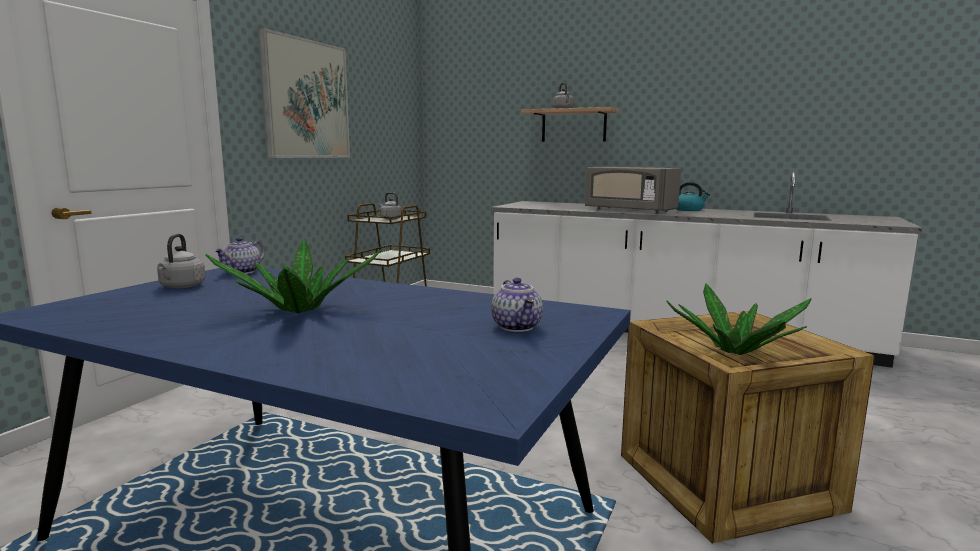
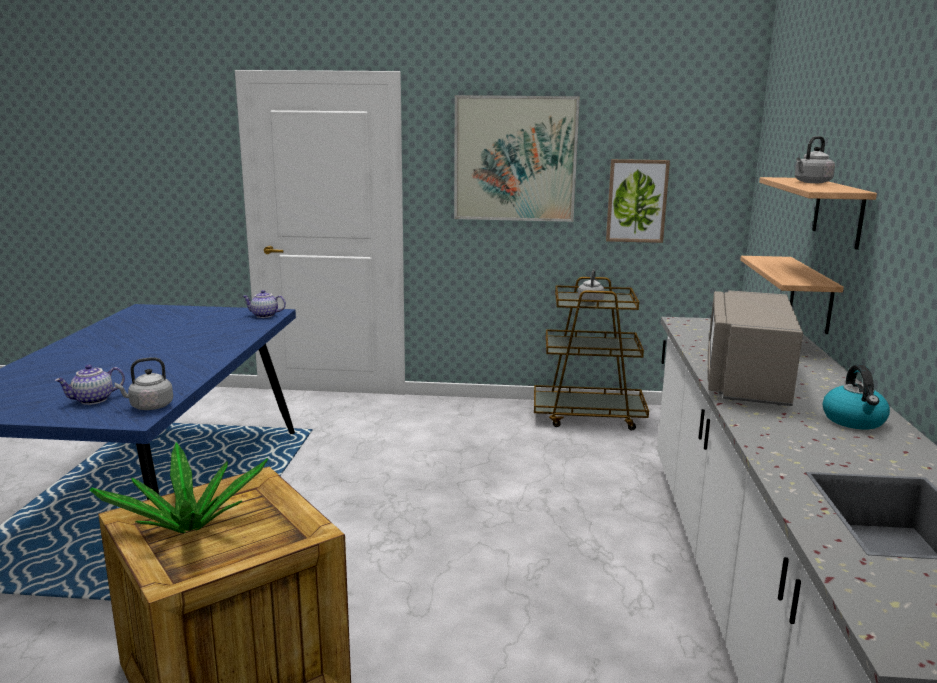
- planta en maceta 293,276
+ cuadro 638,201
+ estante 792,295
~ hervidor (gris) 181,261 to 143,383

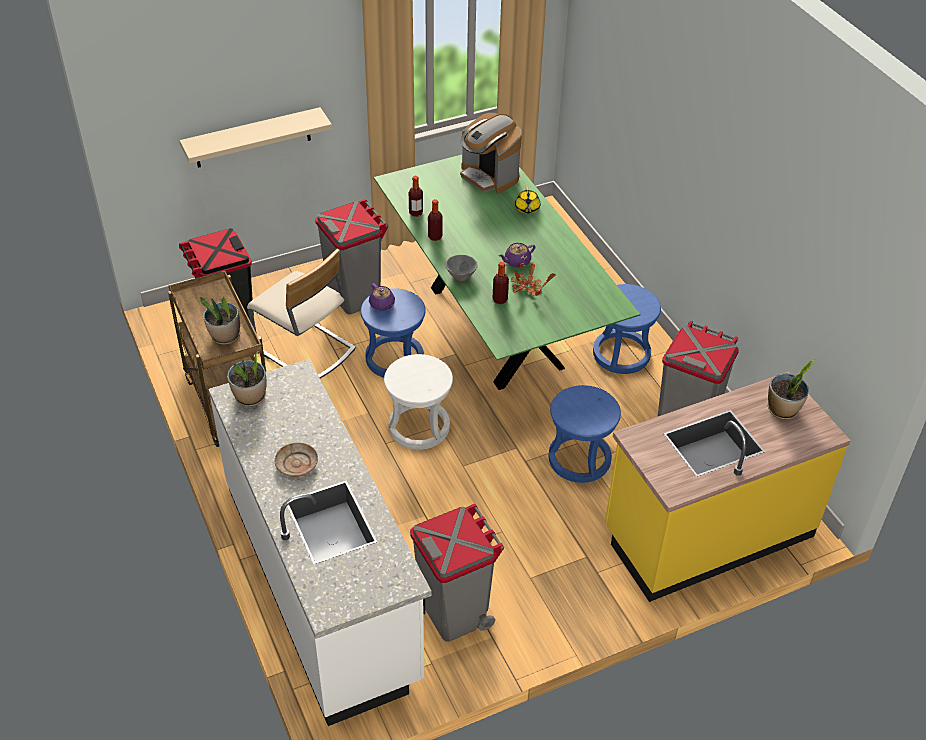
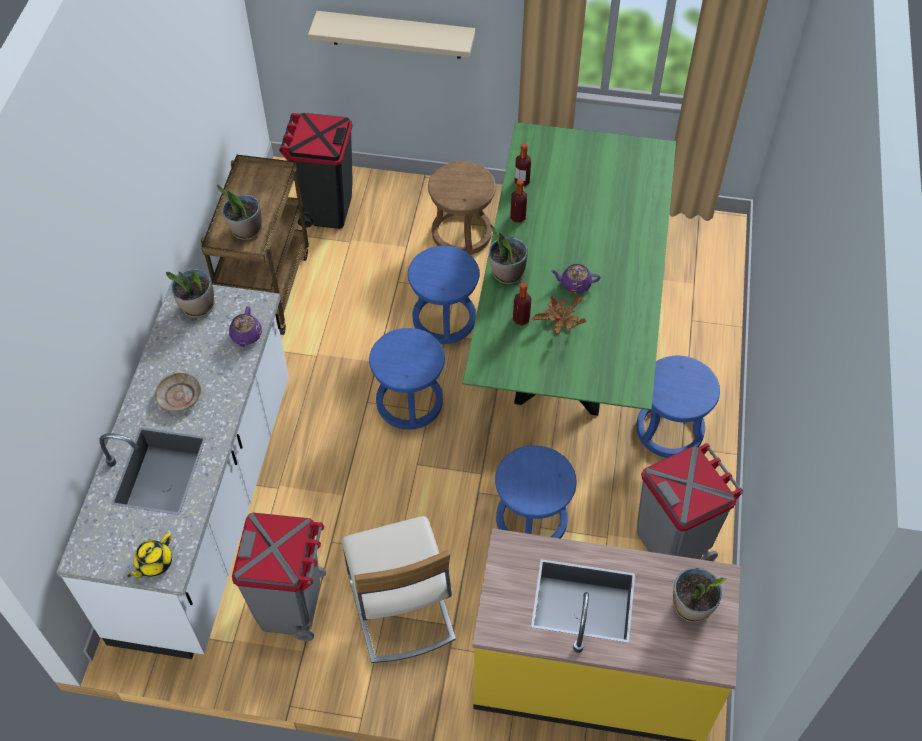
- cafetera 491,153
~ silla (beis) 301,313 to 398,589
~ tetera (morado) 382,296 to 245,326
~ tetera (amarillo) 527,200 to 149,555
~ papelera (gris) 351,256 to taburete (marrón) 462,208
~ cuenco (gris) 462,268 to planta en maceta 508,254
~ taburete (blanco) 418,402 to taburete (azul) 407,379

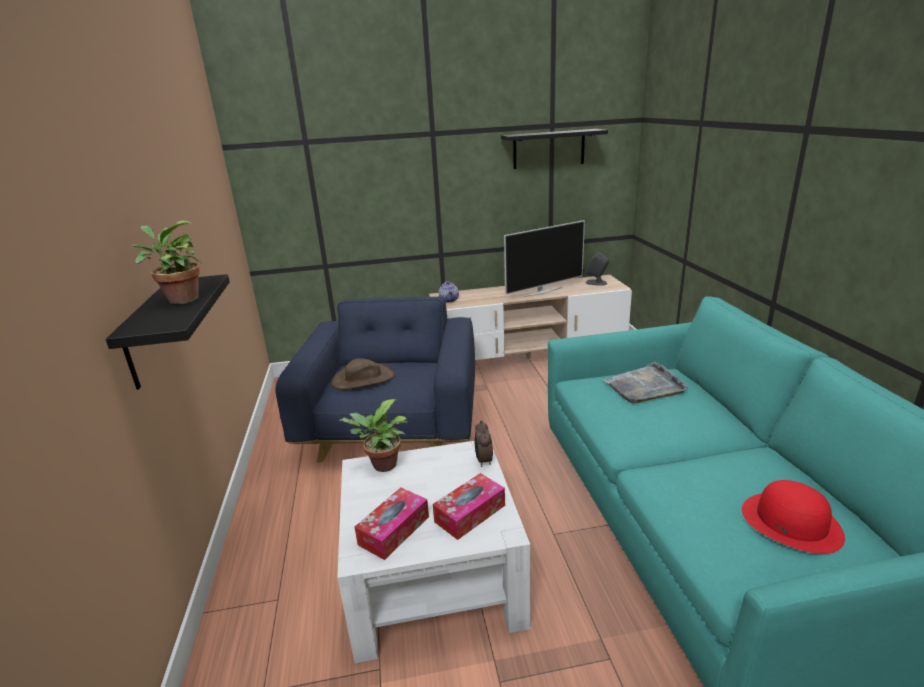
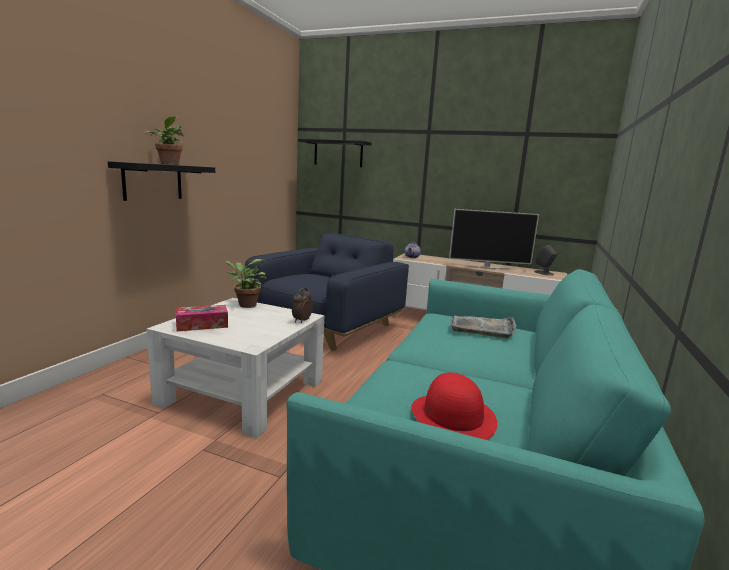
- sombrero (marrón) 363,373
- caja de pañuelos 469,506
~ estante (negro) 554,149 to 335,153

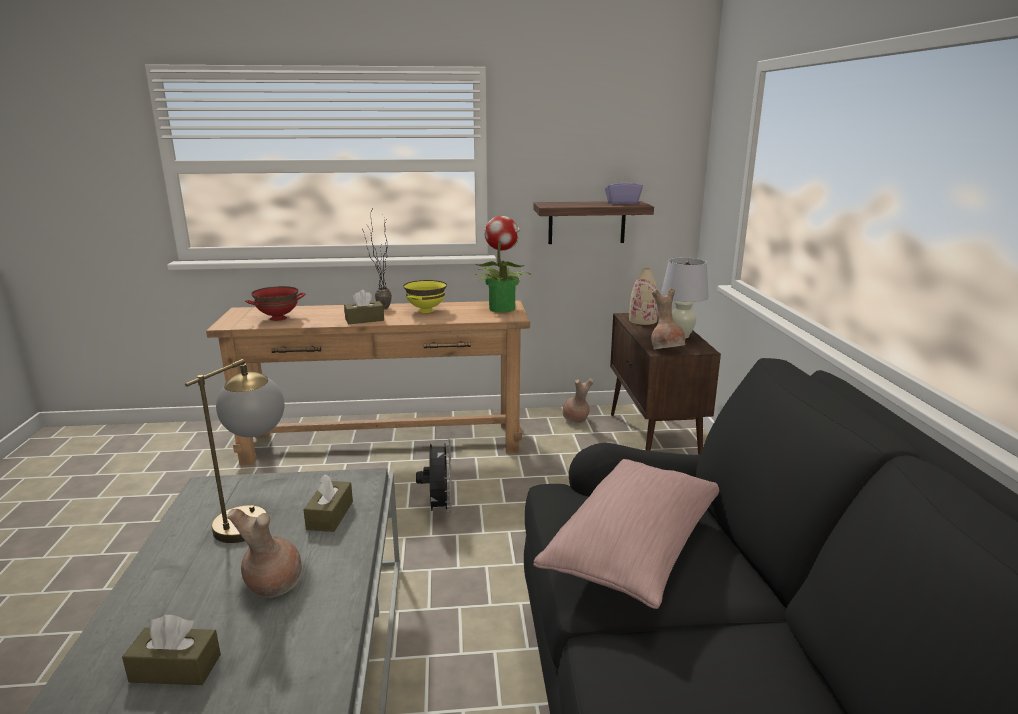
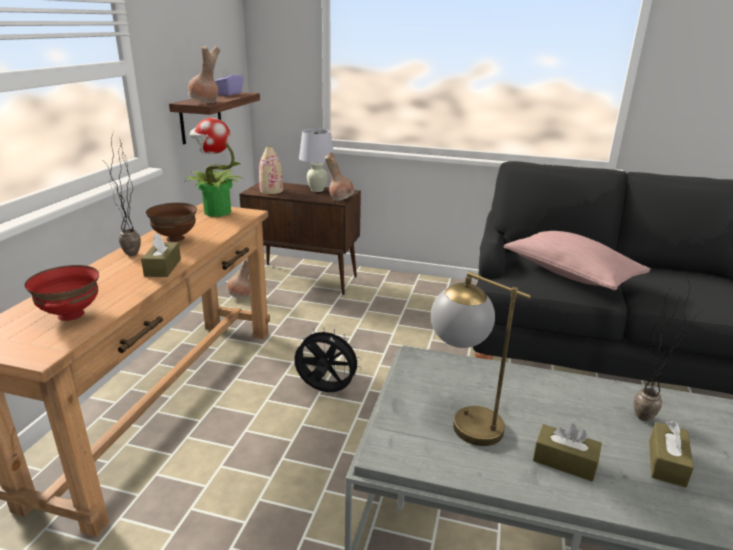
+ planta en maceta 668,348
~ florero (marrón) 264,553 to 204,74
~ caja de pañuelos (marrón) 328,503 to 567,453
~ cuenco (amarillo) 425,296 to cuenco (marrón) 171,222

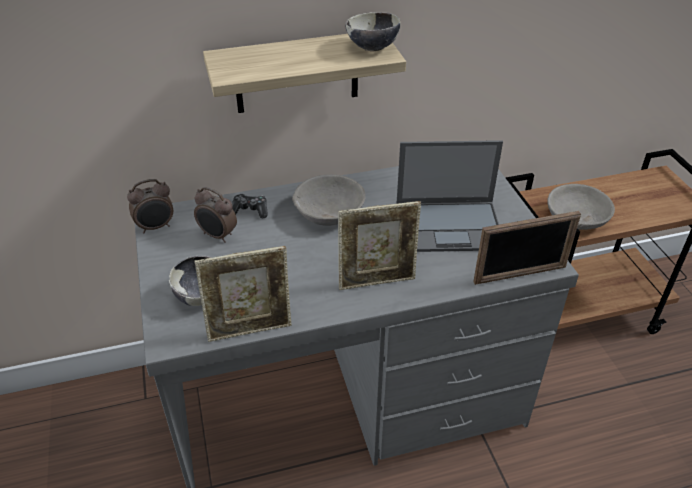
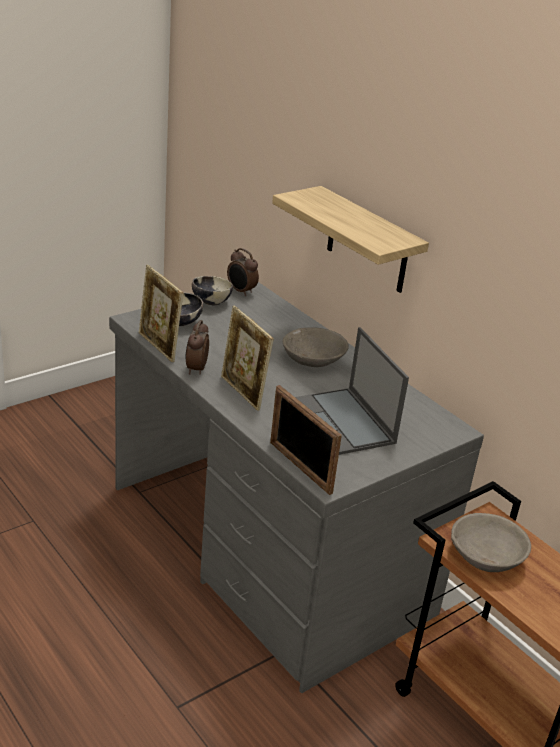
- mando de consola 250,206
~ despertador 215,215 to 197,347
~ cuenco 372,31 to 212,290

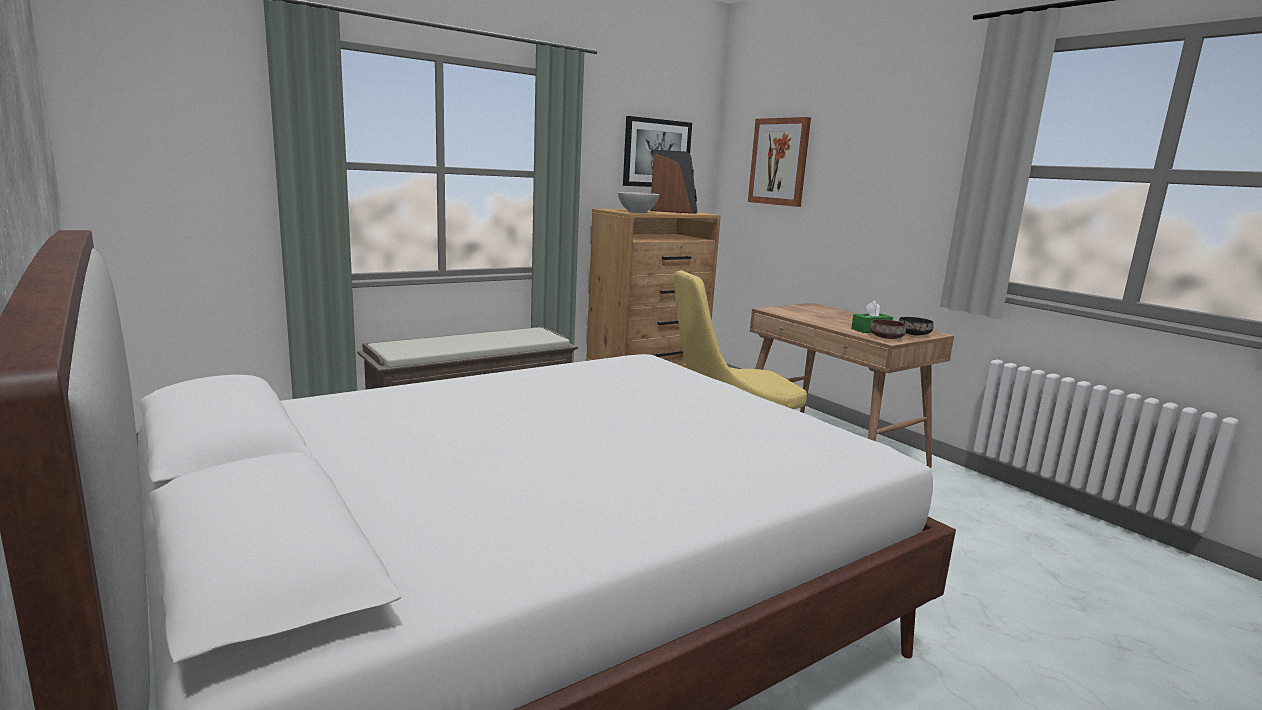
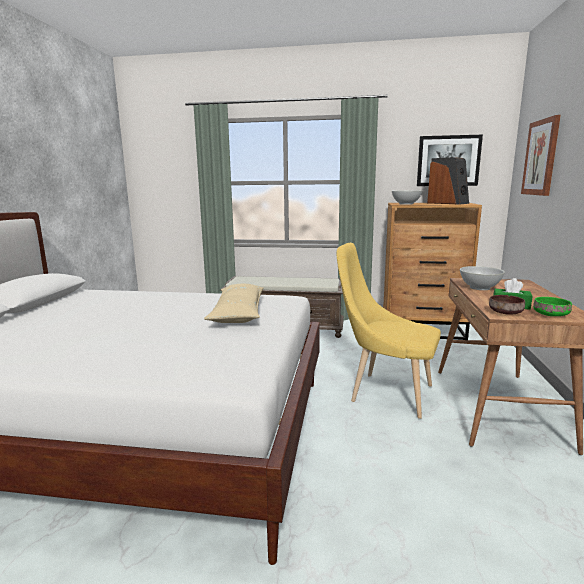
+ cojín (beis) 234,303
+ cuenco (blanco) 482,278
~ cuenco (negro) 916,326 to cuenco (verde) 552,306

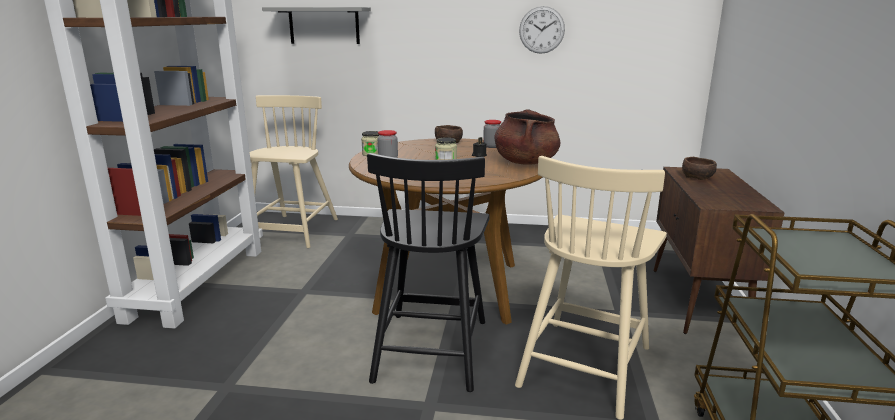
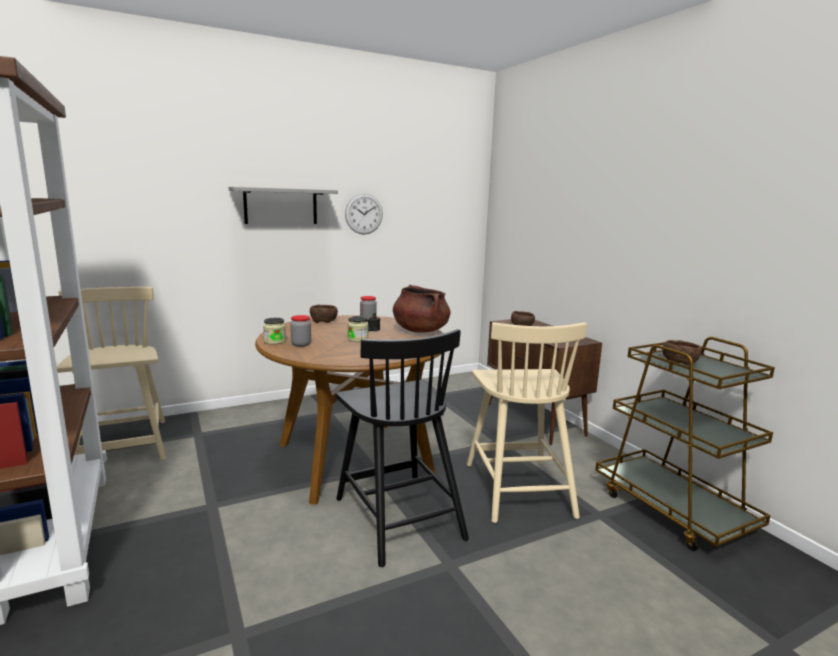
+ cuenco (marrón) 682,353
~ estante (gris) 316,25 to 283,205

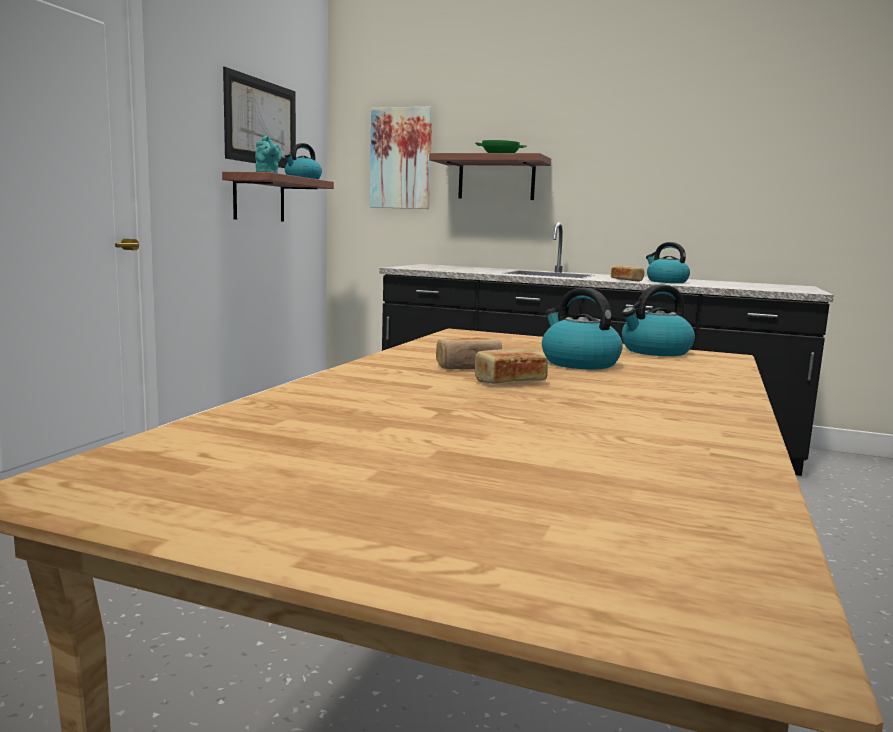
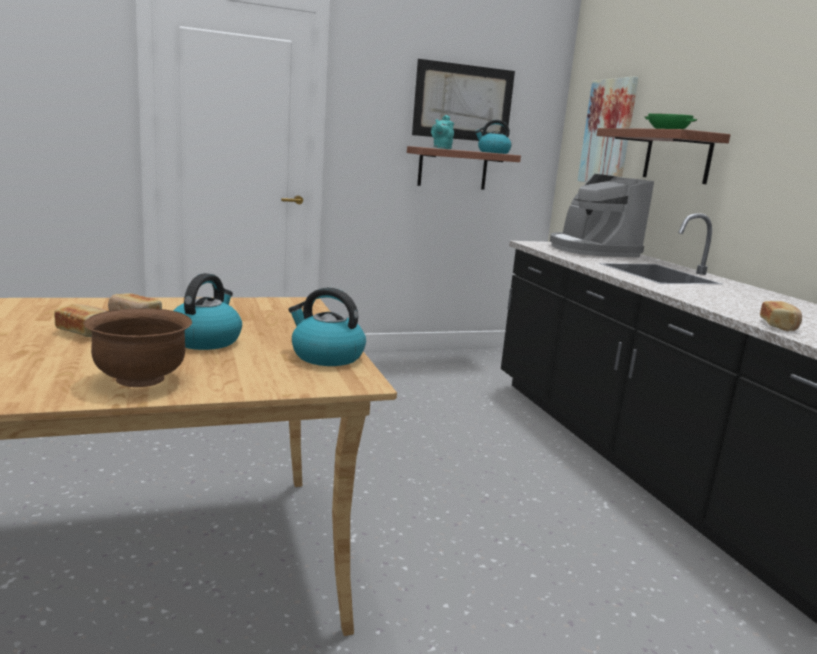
- hervidor 668,262
+ cuenco (marrón) 137,347
+ cafetera 602,215
~ pan 627,274 to 781,316

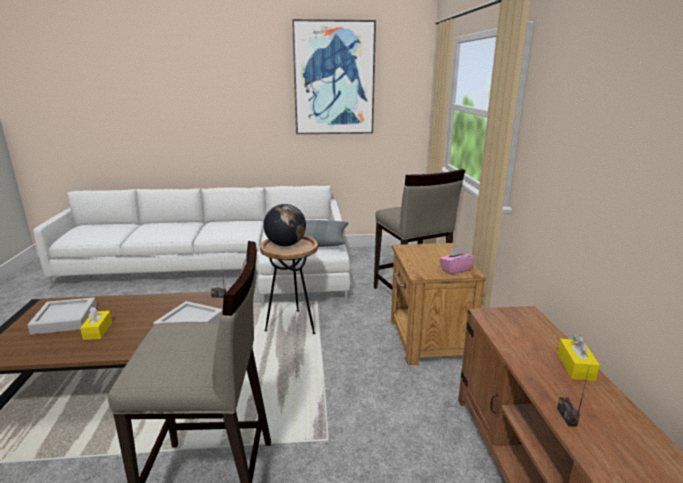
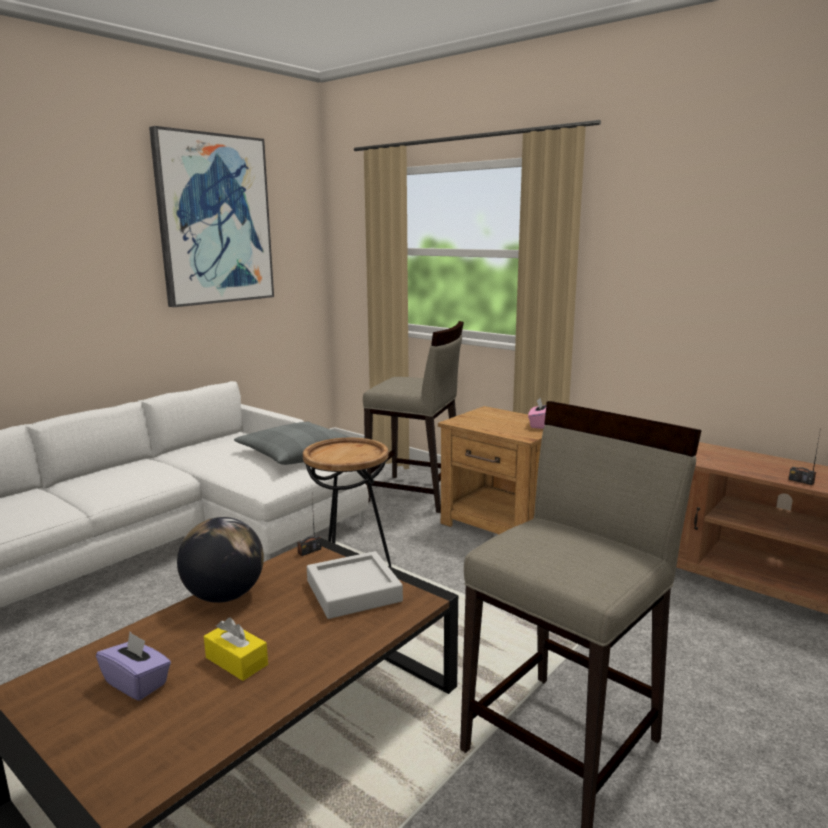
- caja de pañuelos (amarillo) 578,358
~ globo terráqueo 284,225 to 220,560
~ bandeja (gris) 62,316 to caja de pañuelos (morado) 133,666

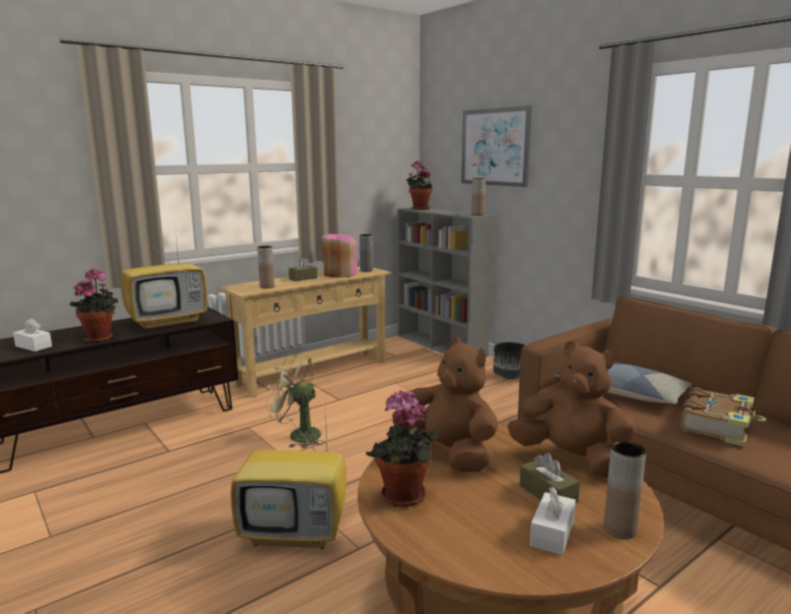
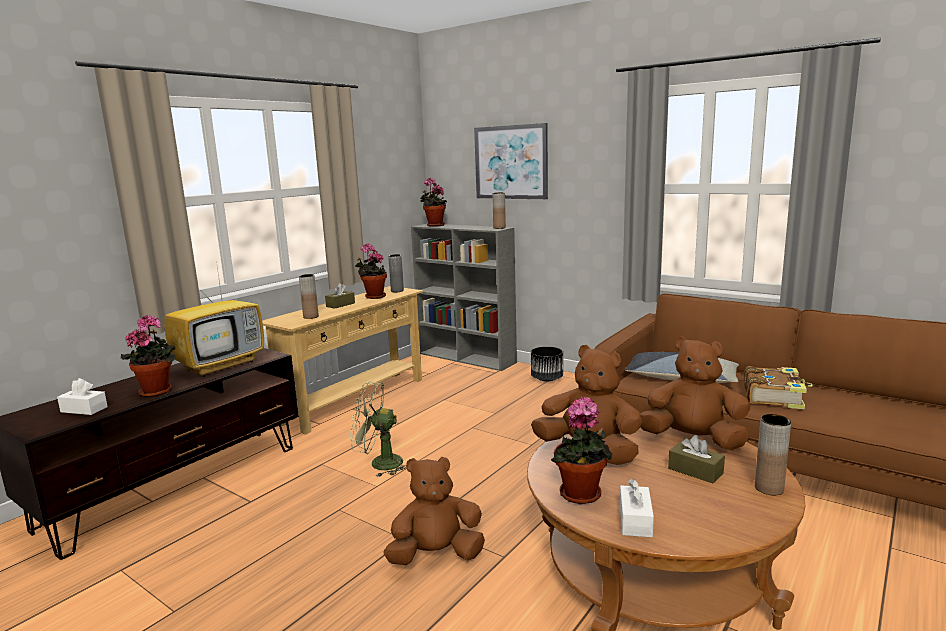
~ caja de pañuelos (blanco) 553,521 to 637,508
~ televisor 288,477 to peluche (marrón) 434,511
~ florero (rosa) 339,256 to planta en maceta 371,271

